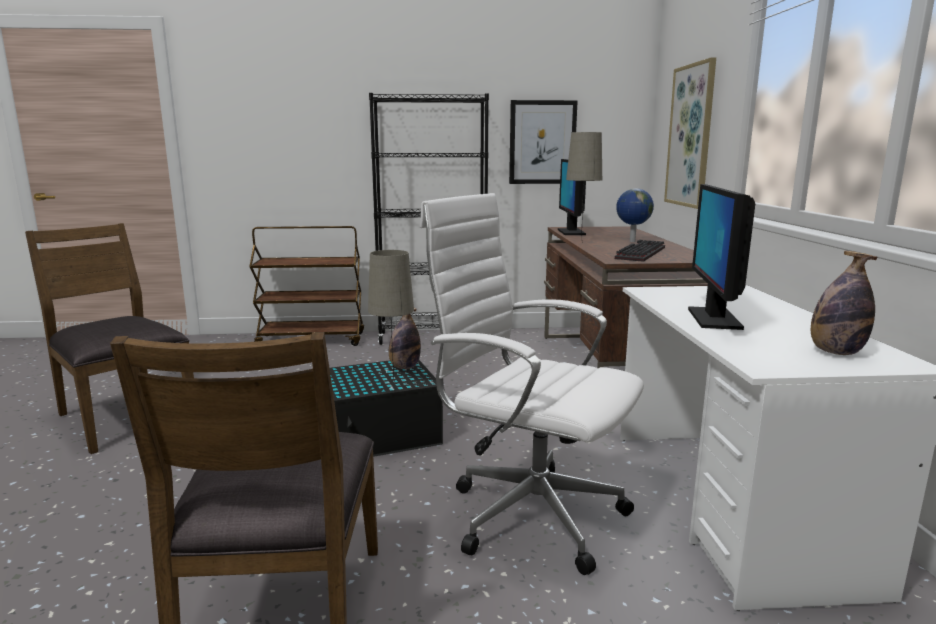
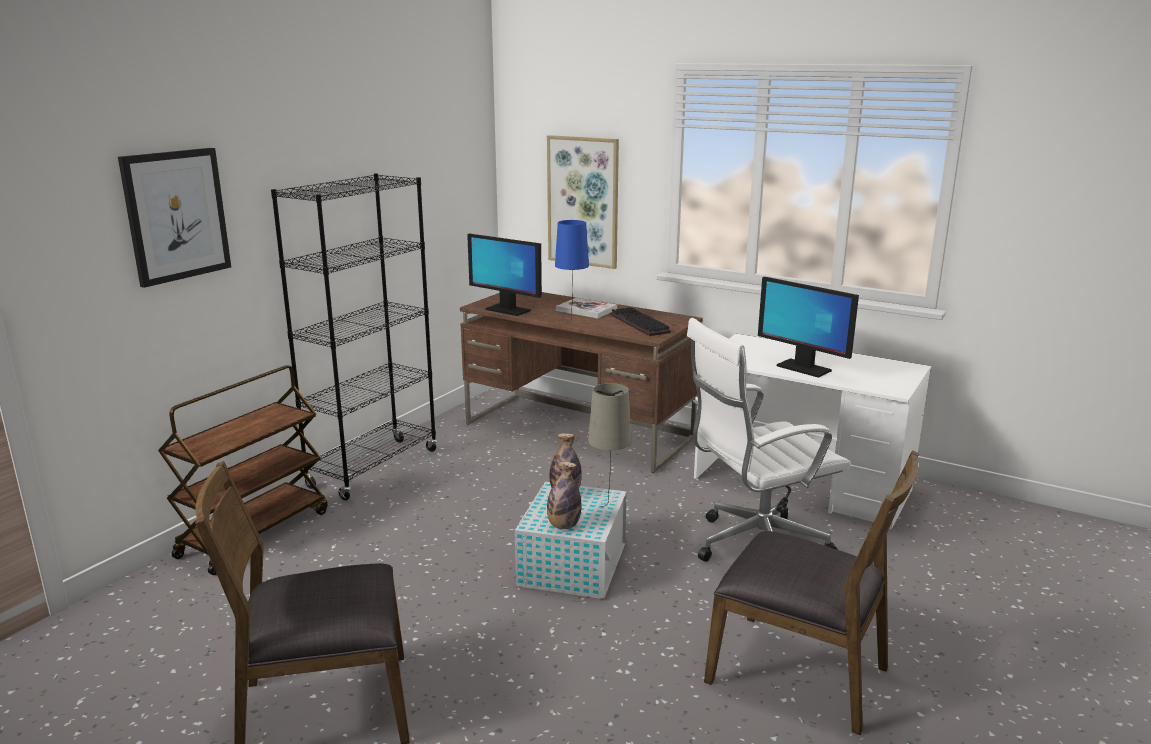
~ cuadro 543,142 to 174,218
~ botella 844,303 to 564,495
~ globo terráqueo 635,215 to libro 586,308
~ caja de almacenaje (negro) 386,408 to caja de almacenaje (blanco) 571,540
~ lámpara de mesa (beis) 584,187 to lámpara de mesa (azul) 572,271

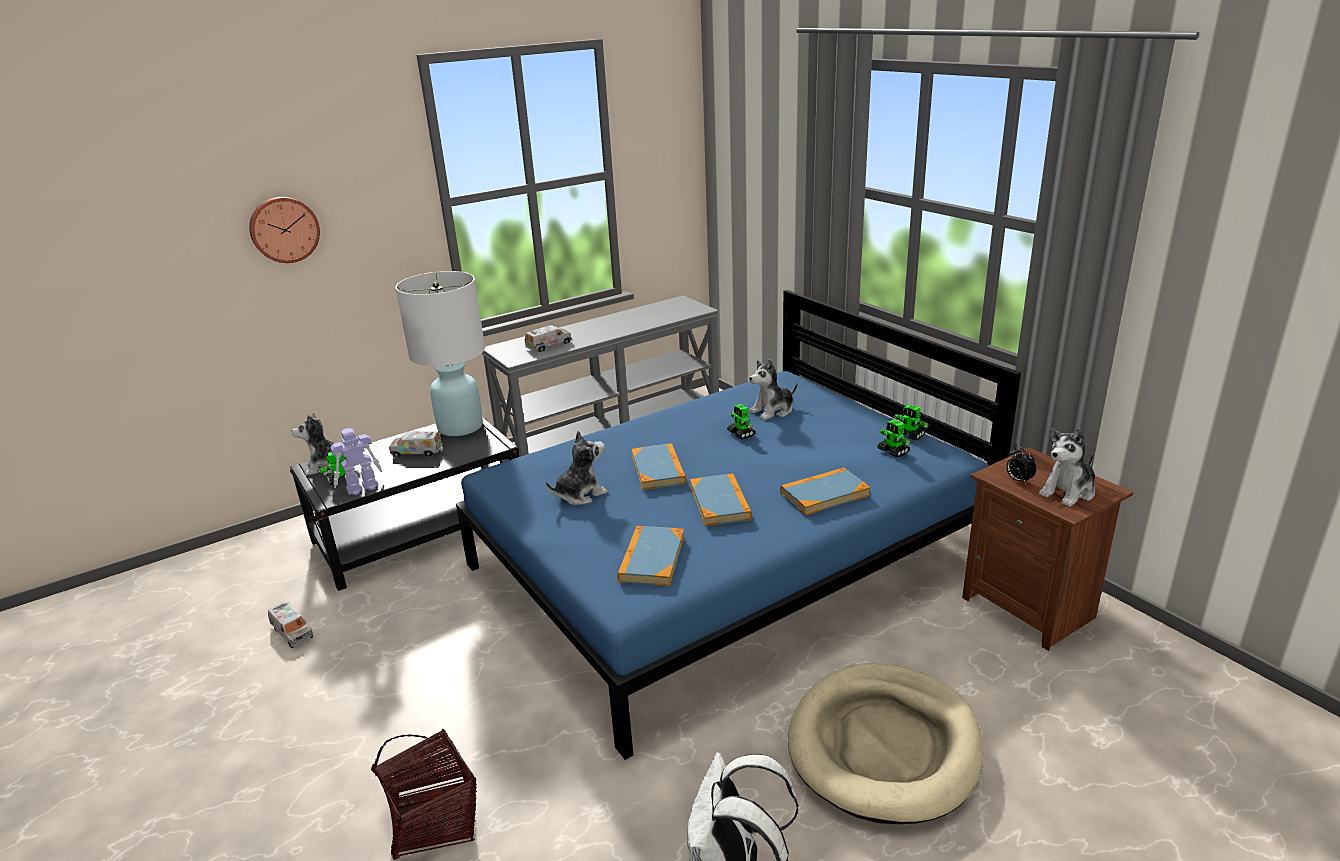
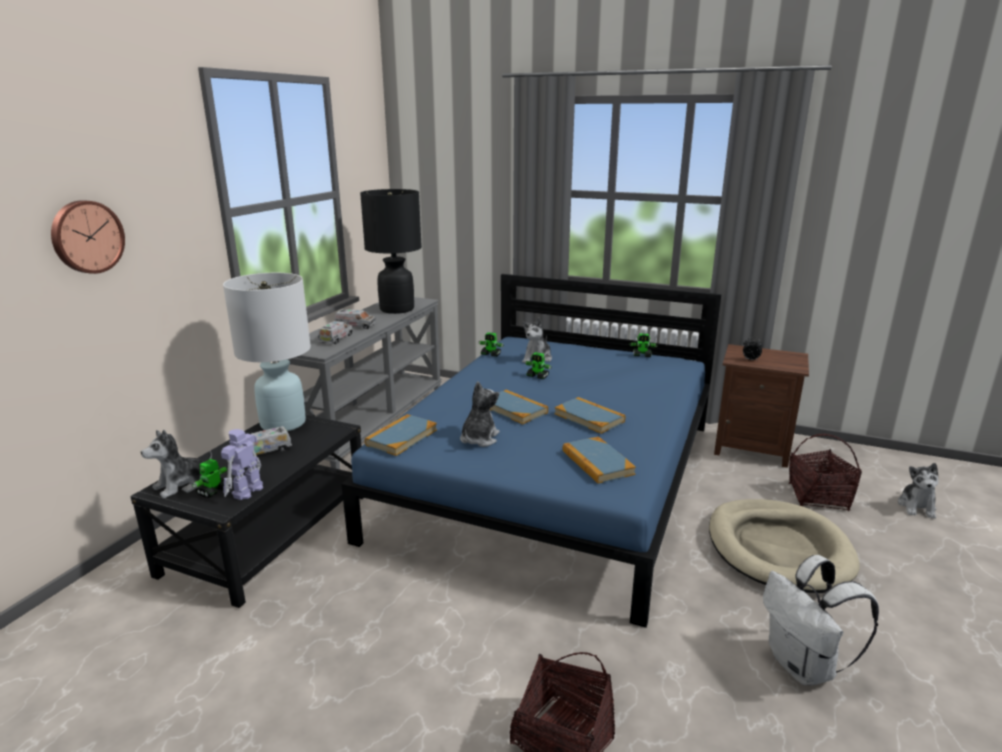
+ lámpara de mesa (negro) 391,251
+ cesta 825,472
~ camión de juguete 290,624 to 355,319
~ libro 825,492 to 401,435
~ robot de juguete 894,438 to 491,344
~ peluche 1067,467 to 918,491

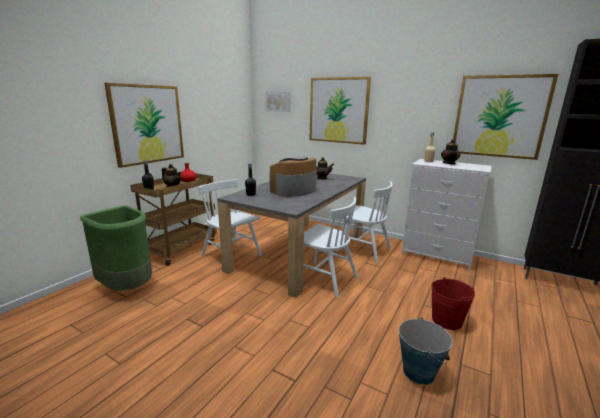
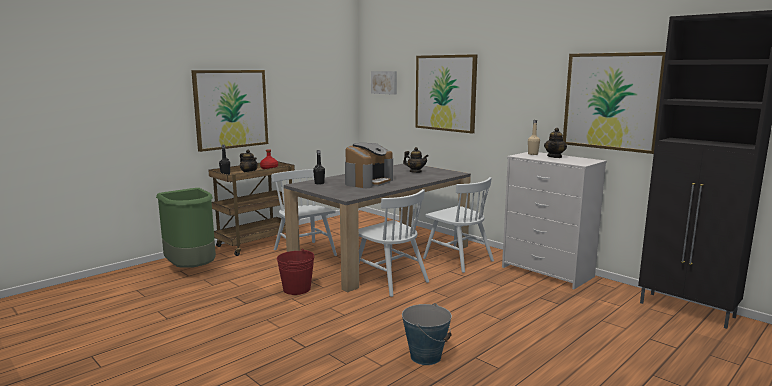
~ cubo (rojo) 453,303 to 296,272
~ cafetera 293,177 = 369,165 150 degrees clockwise

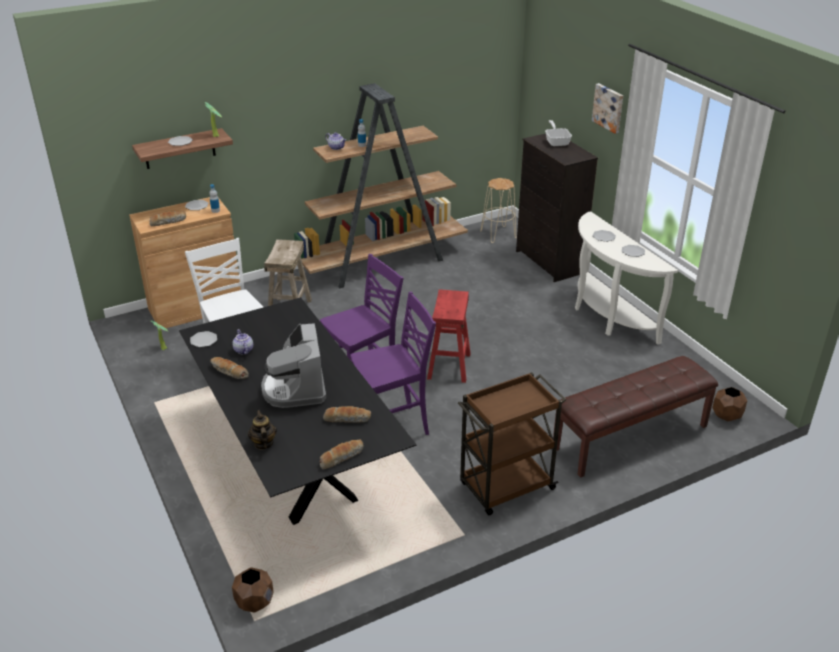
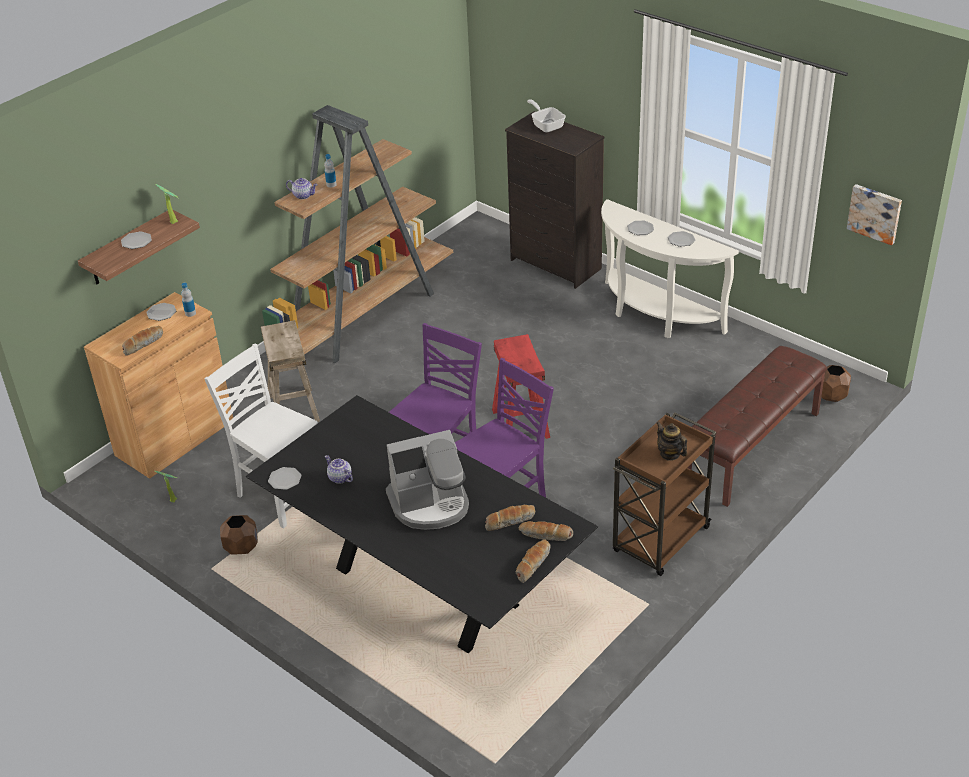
- taburete (beis) 498,210
~ pan 229,368 to 546,531
~ maceta (marrón) 253,590 to 239,535
~ tetera 262,430 to 672,441
~ cuadro 607,108 to 874,214
~ cafetera 293,365 = 427,480 75 degrees counterclockwise

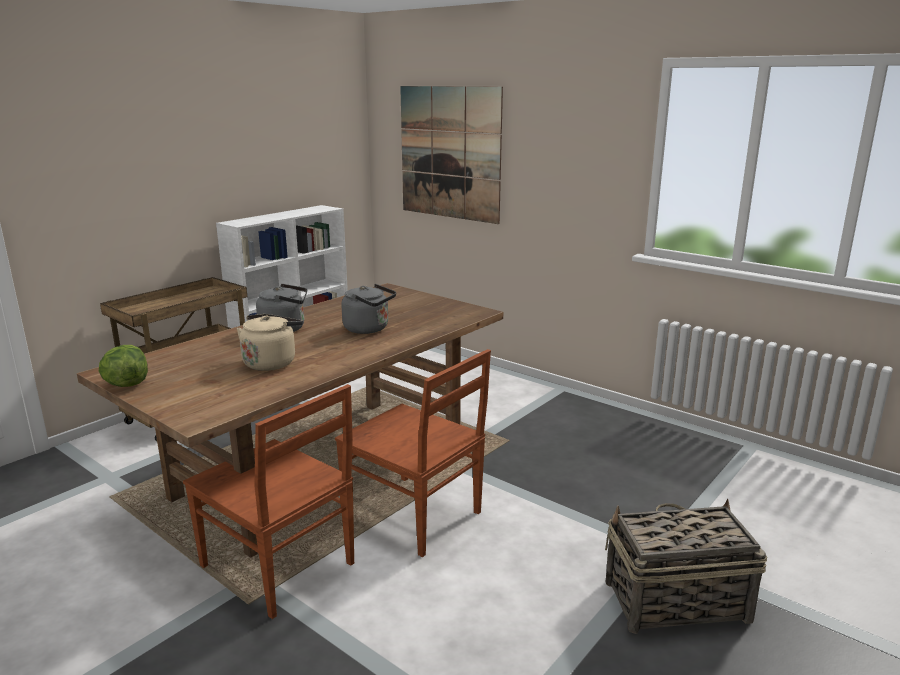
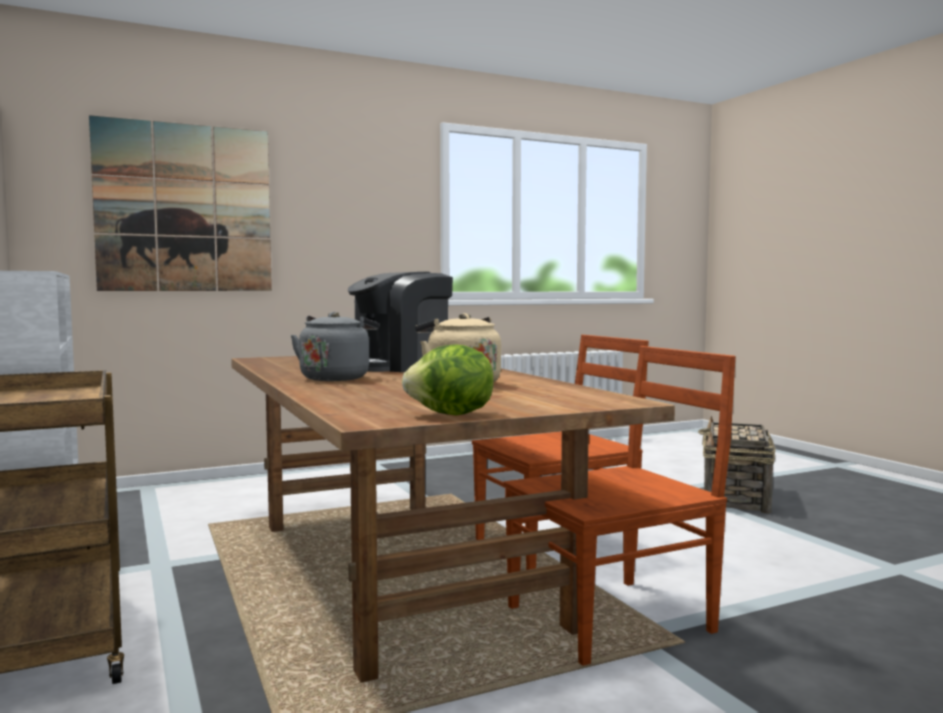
~ hervidor (gris) 368,309 to cafetera 400,322

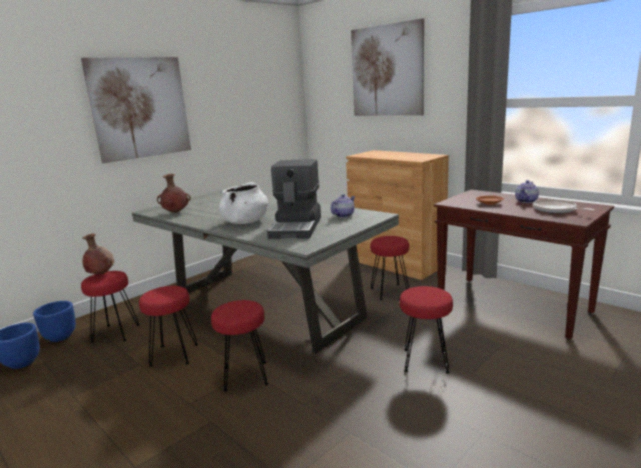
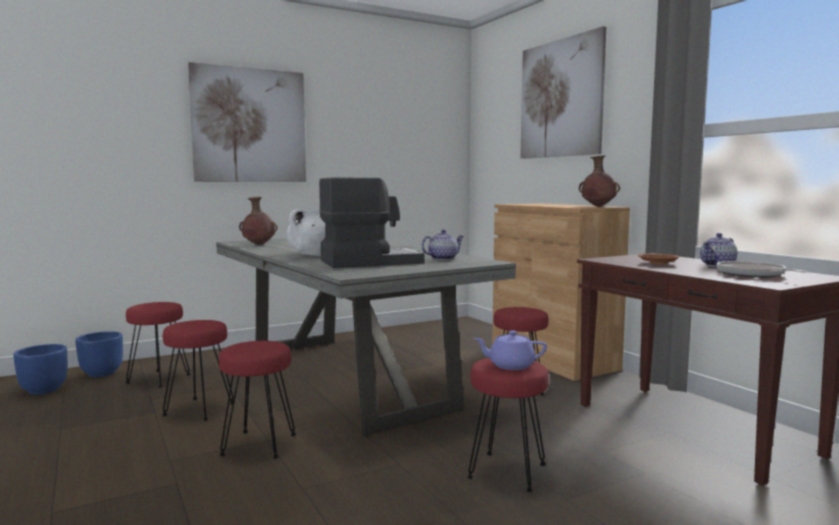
+ tetera (morado) 510,350
~ florero (marrón) 98,254 to 599,181
~ cafetera 294,199 = 371,223 135 degrees counterclockwise

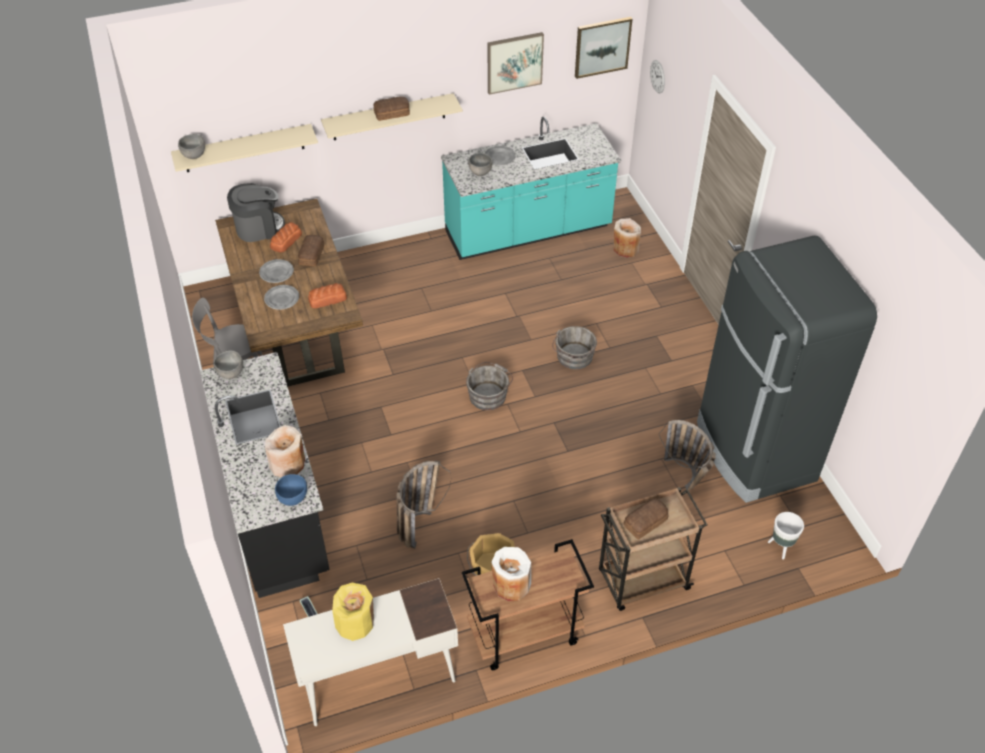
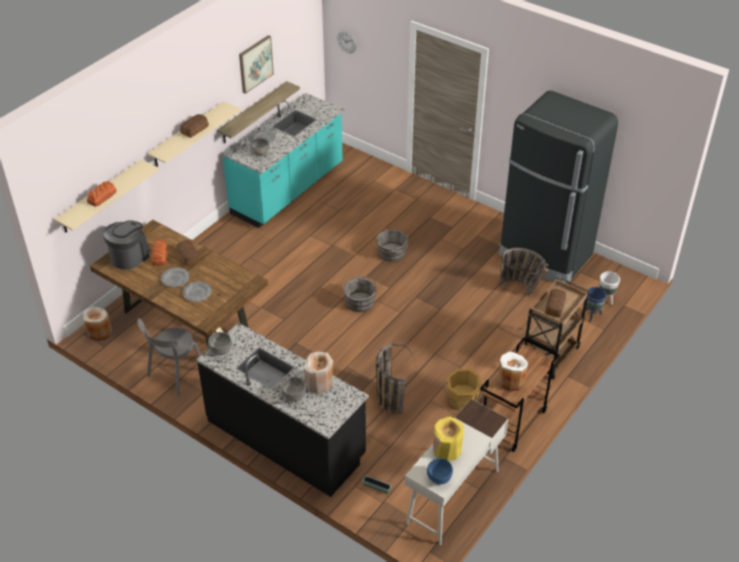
- cuadro 603,48
+ estante 258,112
+ maceta (azul) 596,304
~ cuenco (gris) 191,146 to 293,389
~ cuenco (azul) 291,490 to 440,471
~ pan 327,295 to 102,193
~ florero (beis) 627,238 to 97,324

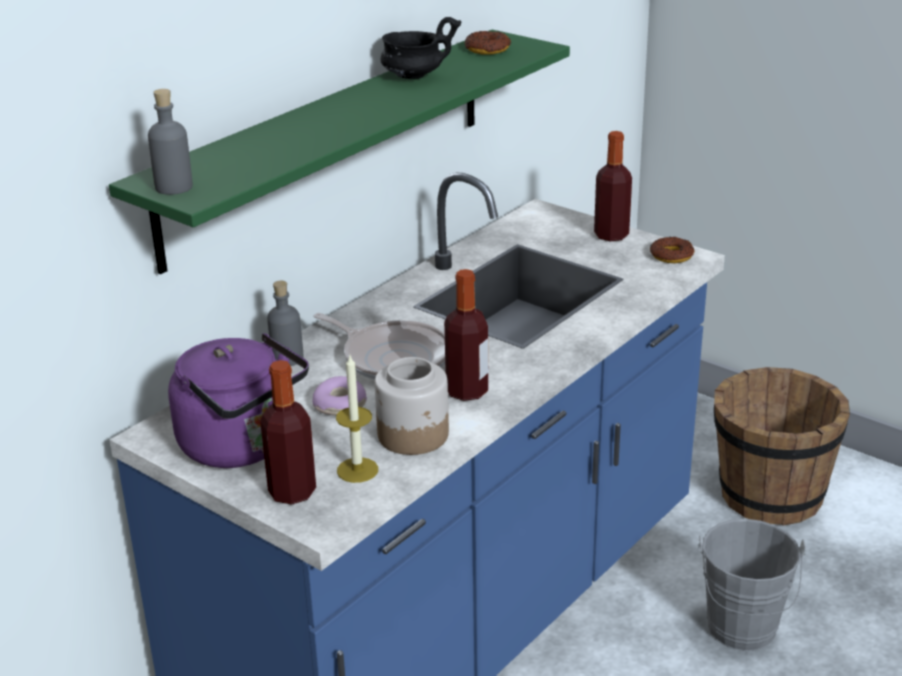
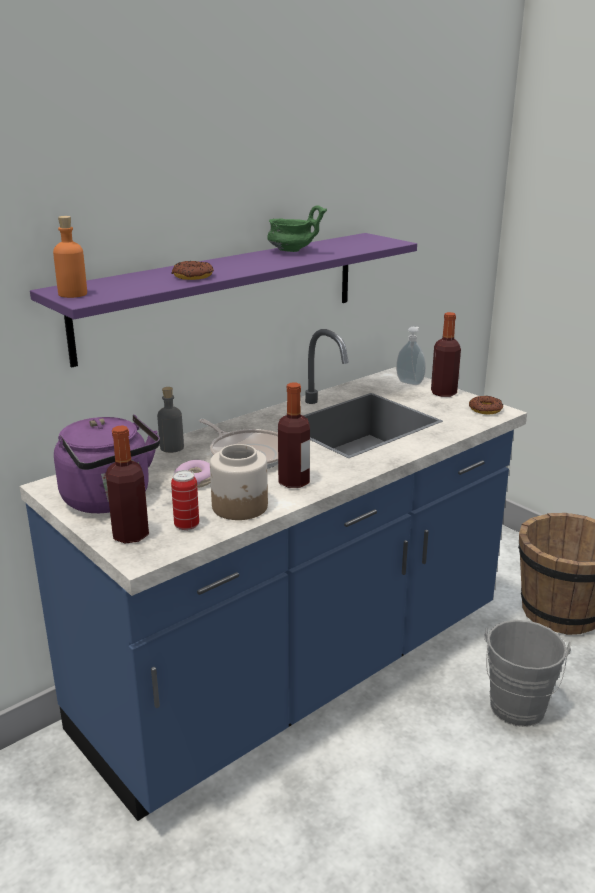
+ dispensador de jabón 411,356
~ rosquilla 488,43 to 193,270
~ vela 357,419 to lata 185,500
~ estante (verde) 339,152 to estante (morado) 223,300
~ botella (gris) 170,142 to botella (naranja) 70,257
~ cuenco (negro) 421,48 to cuenco (verde) 297,228

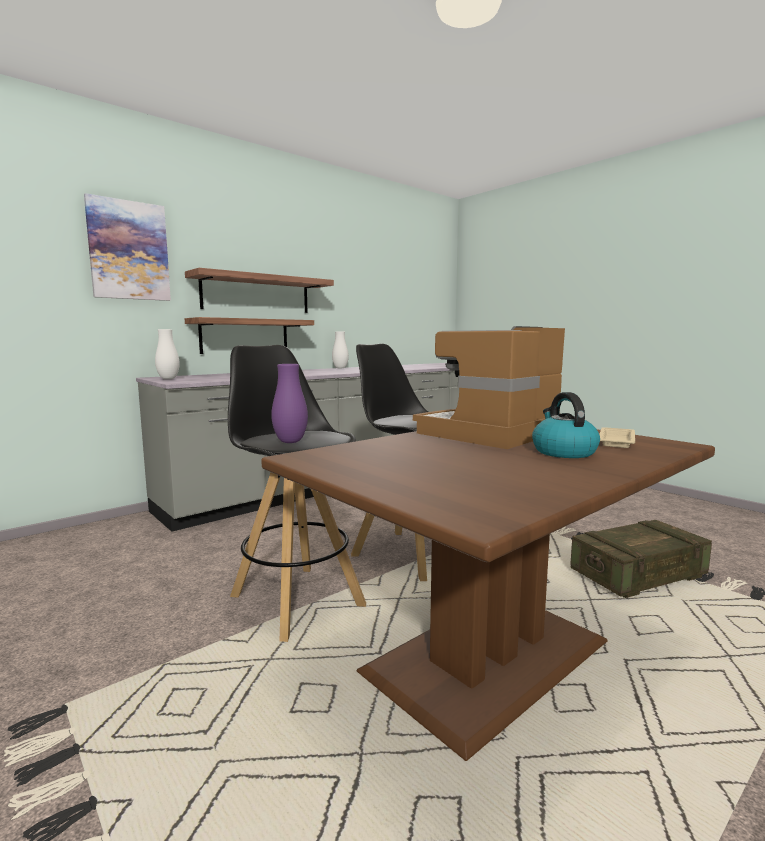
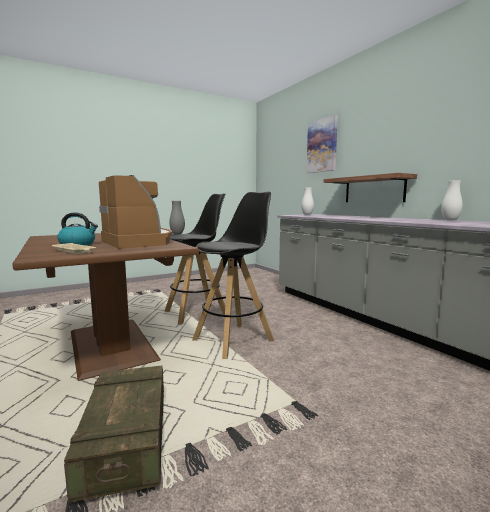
- estante 259,290
~ florero (morado) 289,403 to florero (gris) 177,218

